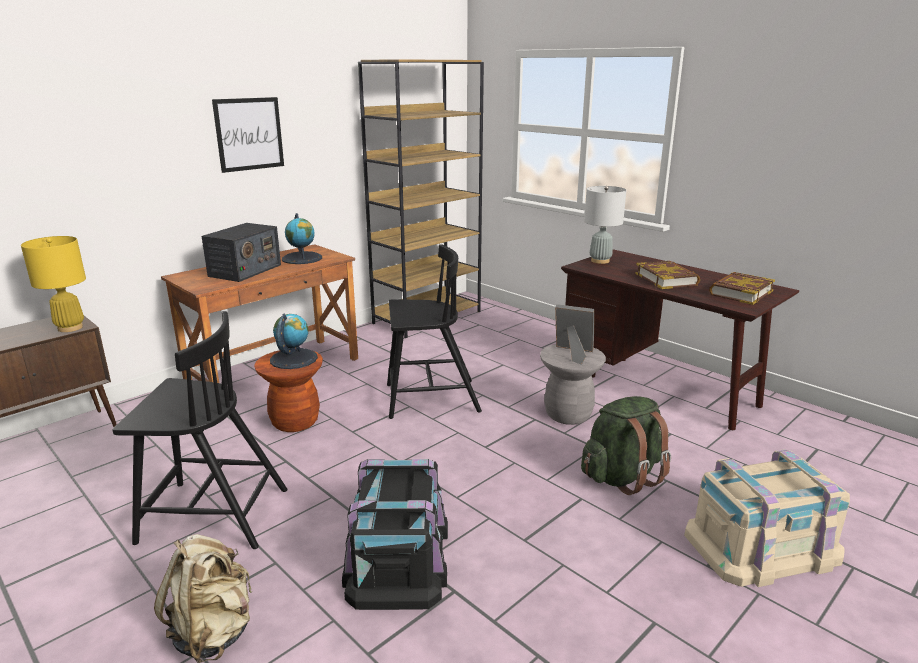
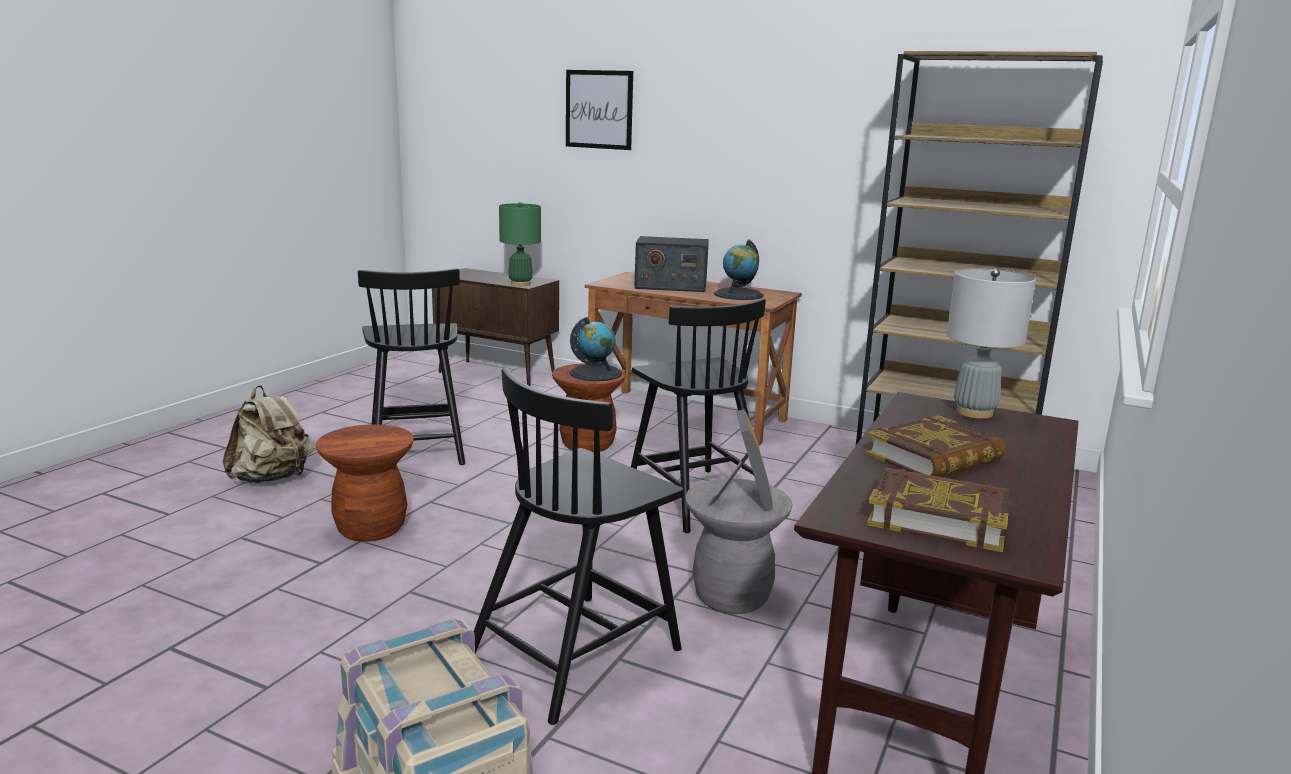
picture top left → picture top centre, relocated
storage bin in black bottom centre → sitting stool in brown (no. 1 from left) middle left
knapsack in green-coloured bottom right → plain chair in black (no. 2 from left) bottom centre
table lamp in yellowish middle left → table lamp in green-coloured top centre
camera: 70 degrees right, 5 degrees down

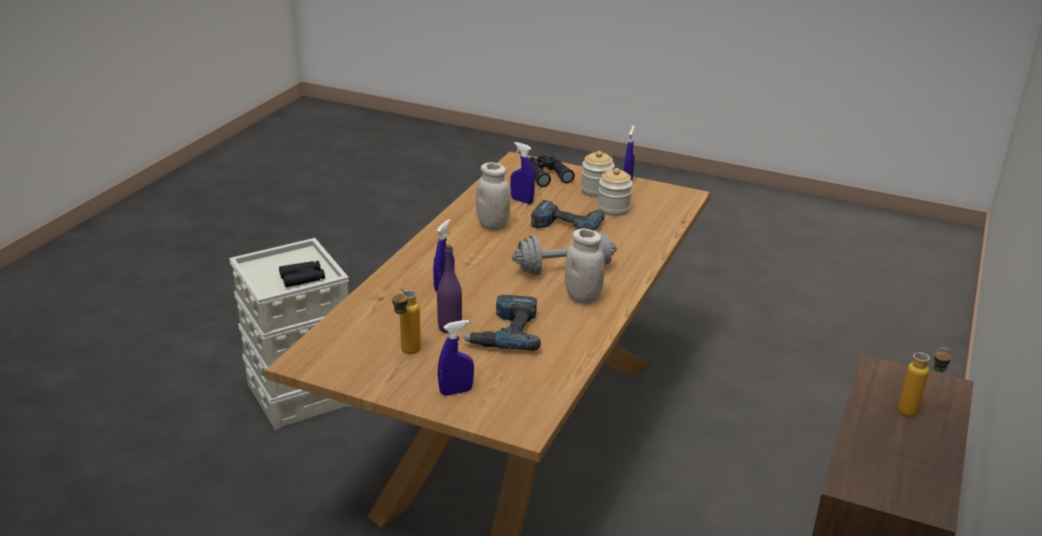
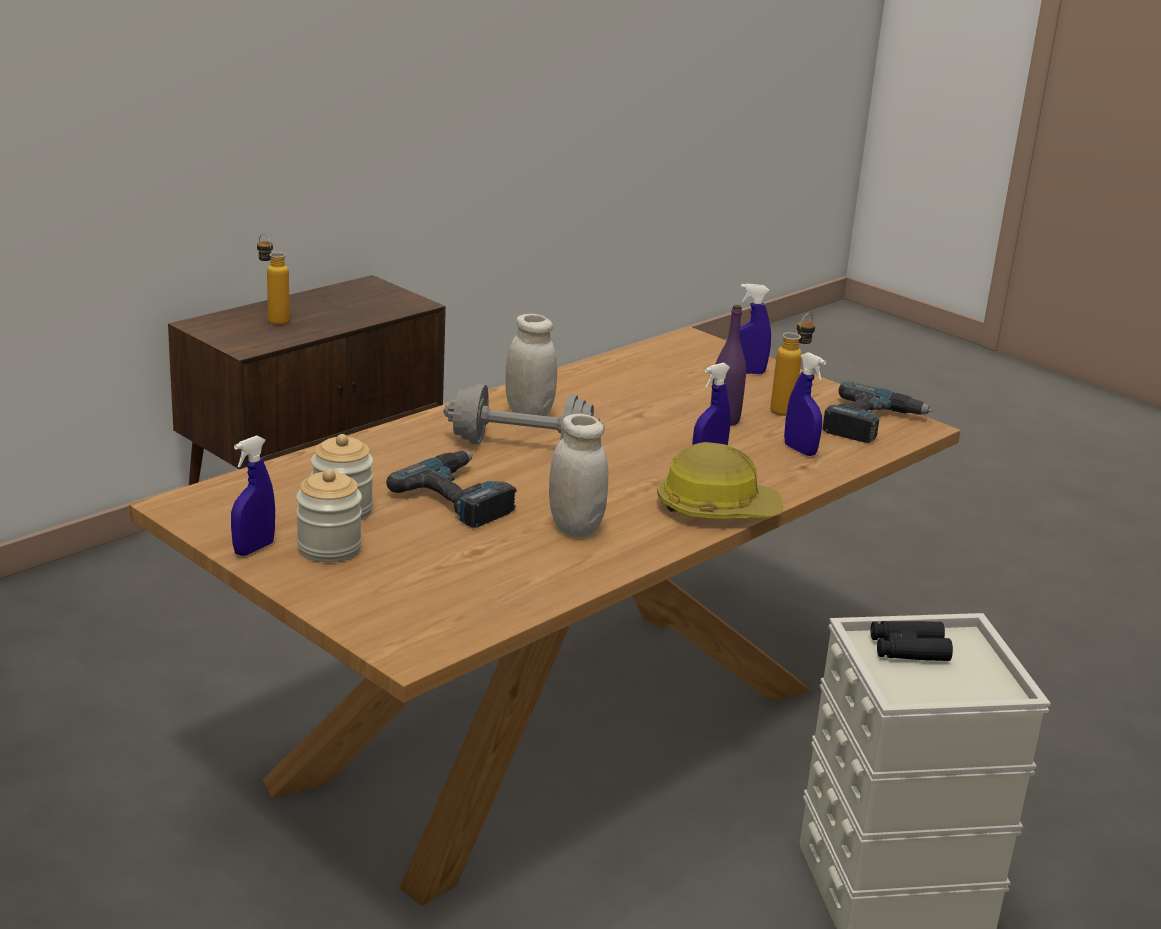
pair of binoculars in black (no. 2 from left) top centre → -
- → hard hat centre
drill (no. 1 from left in the first image) centre → drill (no. 2 from left) middle right, relocated
sprayer in blue (no. 3 from left in the first image) top centre → sprayer in blue (no. 4 from left) middle right, relocated
camera: 160 degrees left, 5 degrees down

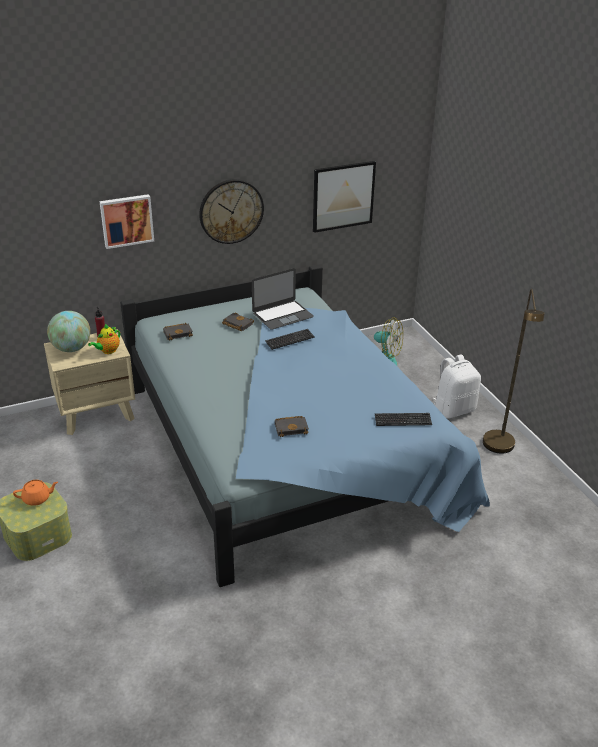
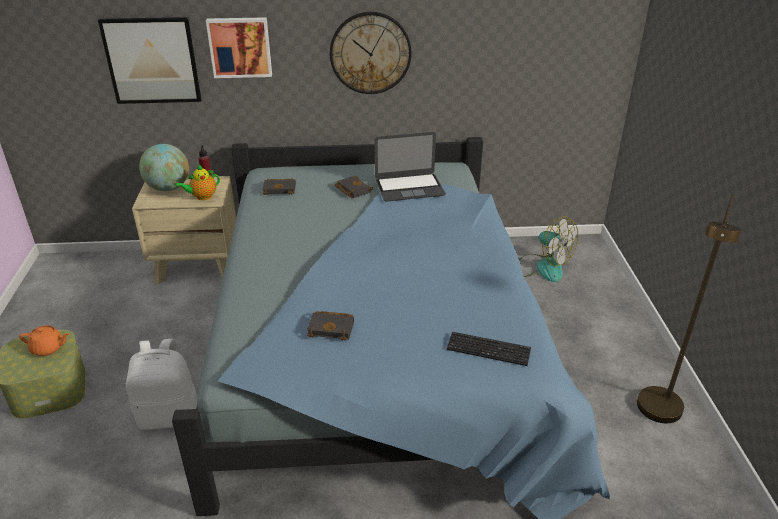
computer keyboard (no. 1 from left) centre → -
picture (no. 2 from left in the first image) top centre → picture (no. 1 from left) top left, relocated
knapsack in whitish middle right → knapsack in whitish bottom left, relocated
camera: 20 degrees right, 0 degrees up

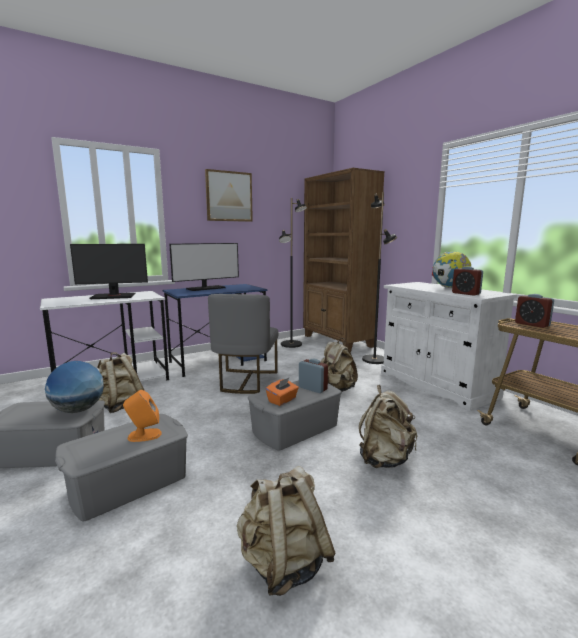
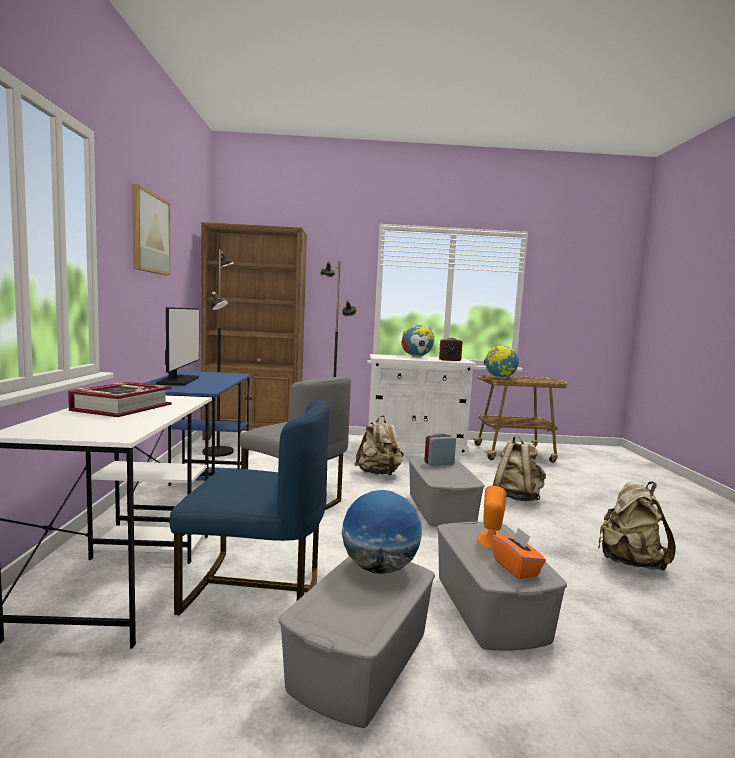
tissue box in orange-coloured centre → tissue box in orange-coloured bottom right, relocated
computer screen (no. 1 from left) middle left → book middle left
knapsack in beige (no. 1 from left) middle left → plain chair in blue bottom centre
table clock (no. 3 from left) middle right → globe (no. 3 from left) middle right
camera: 60 degrees left, 5 degrees down

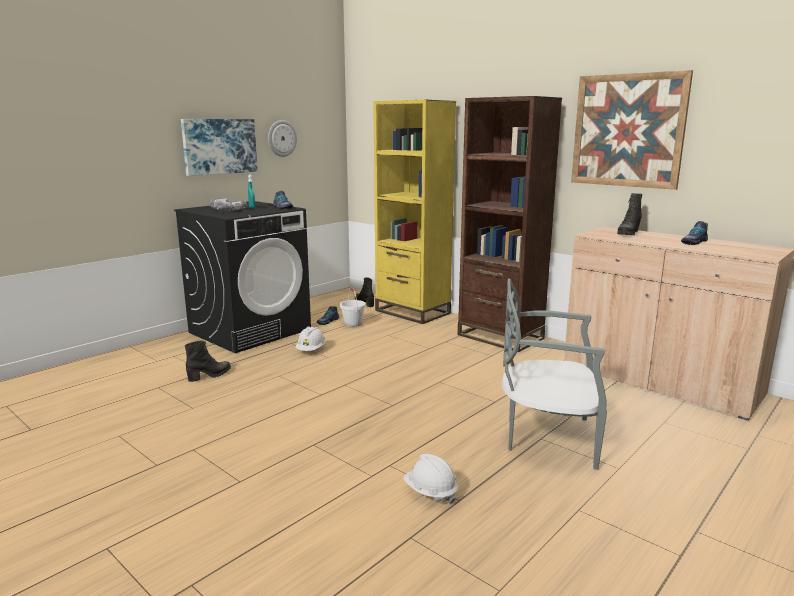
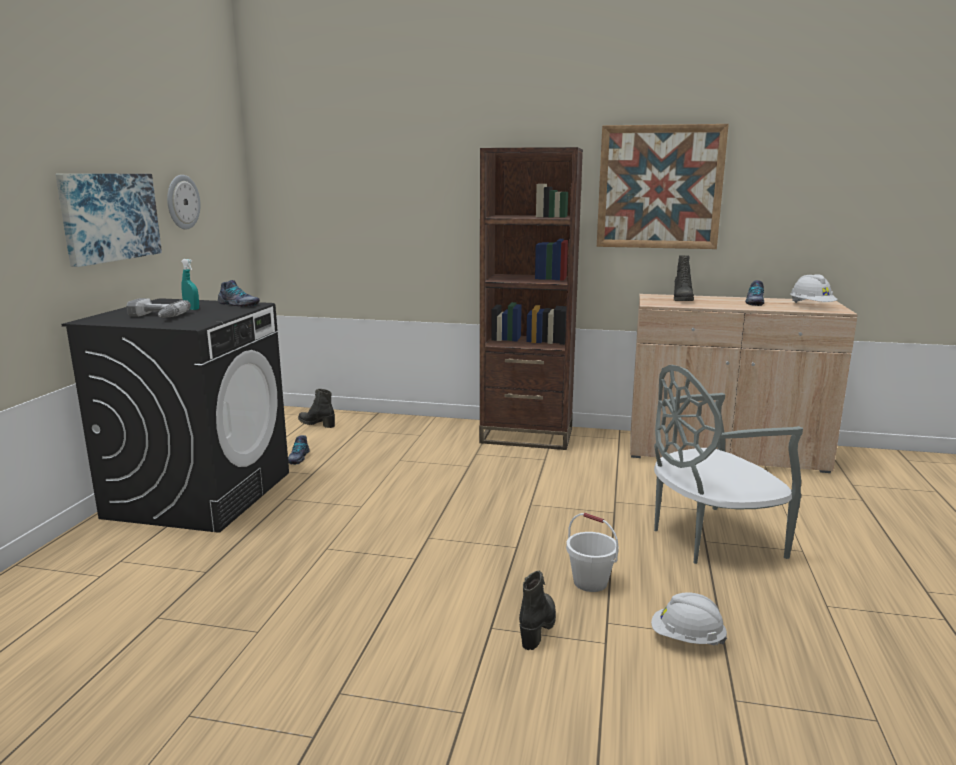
shelving unit in yellowish centre → -
tall boot in black (no. 1 from left in the first image) middle left → tall boot in black (no. 2 from left) bottom centre, relocated
hard hat in whitish (no. 1 from left in the first image) centre → hard hat in whitish (no. 2 from left) middle right, relocated
pail in whitish centre → pail in whitish bottom centre, relocated
camera: 30 degrees left, 0 degrees up

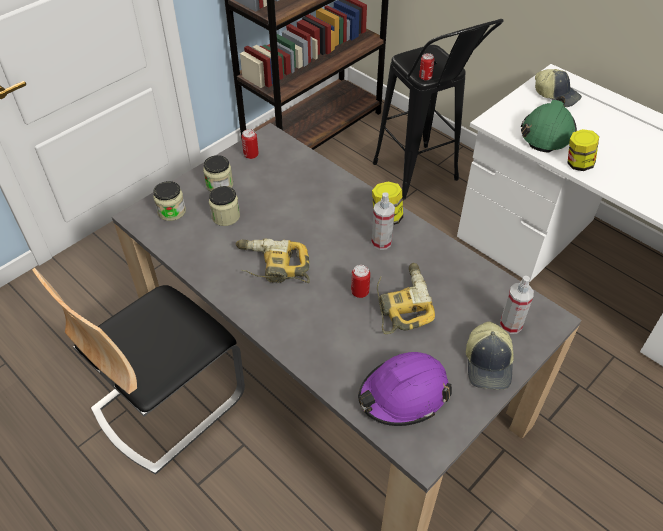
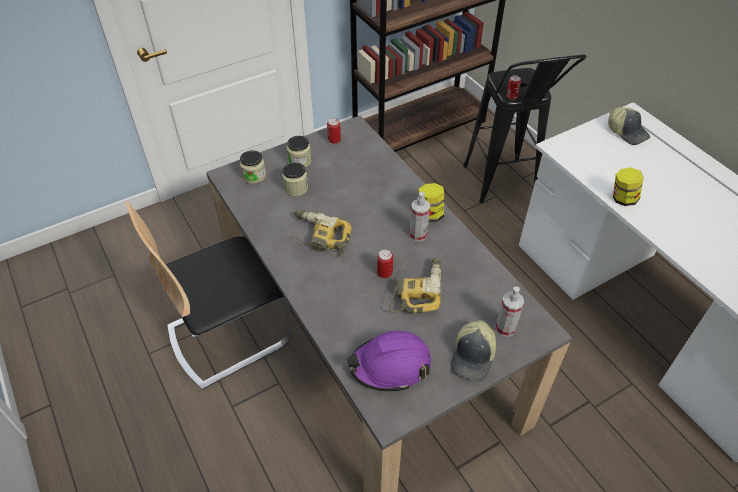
hard hat in green-coloured top right → -
camera: 15 degrees right, 0 degrees up

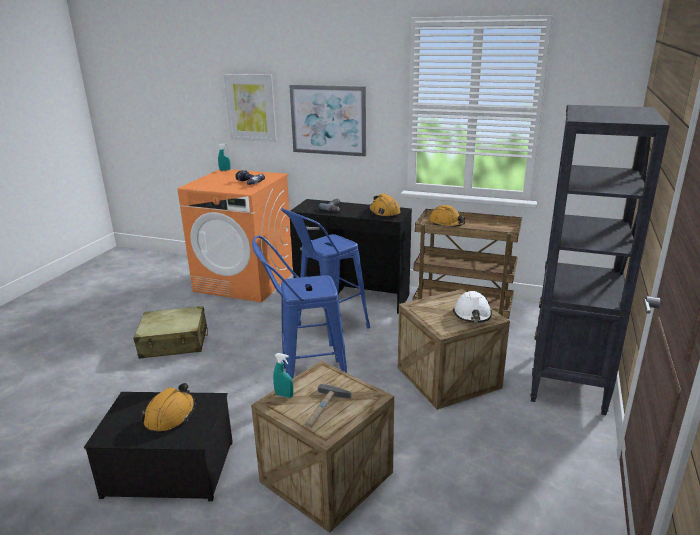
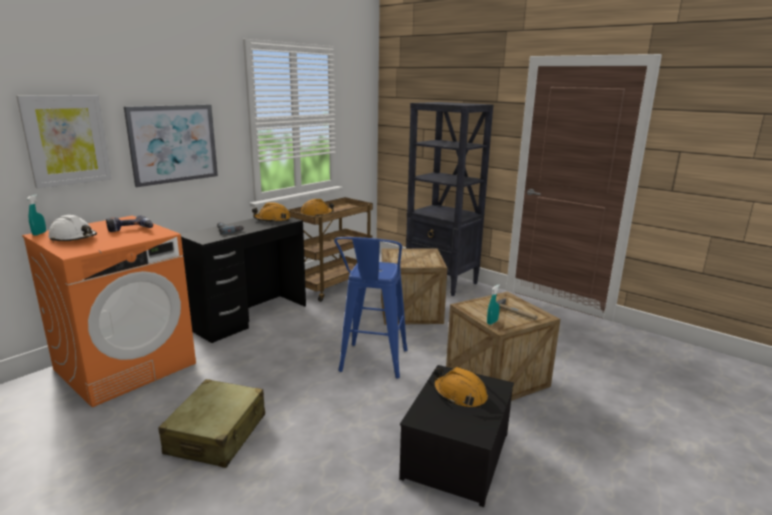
sitting stool in blue (no. 2 from left) centre → -
hard hat in whitish middle right → hard hat in whitish middle left, relocated
camera: 70 degrees left, 5 degrees down

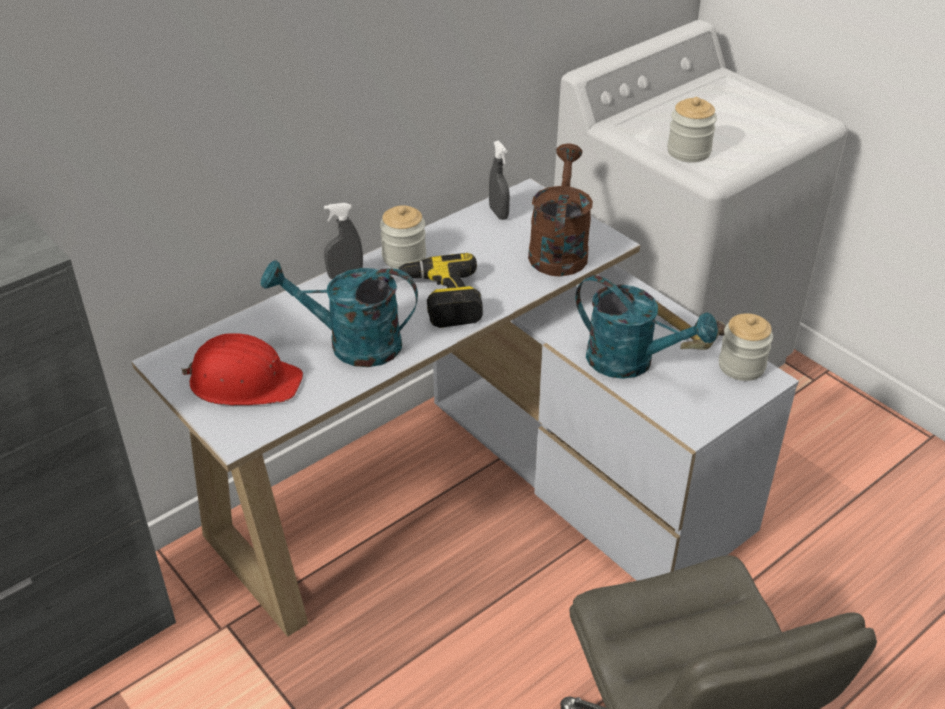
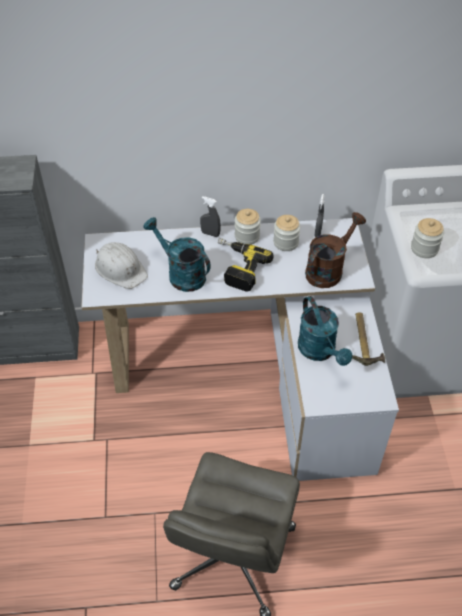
jar (no. 3 from left in the first image) middle right → jar (no. 2 from left) centre, relocated
hard hat in red-coloured middle left → hard hat in whitish middle left
camera: 35 degrees right, 10 degrees up

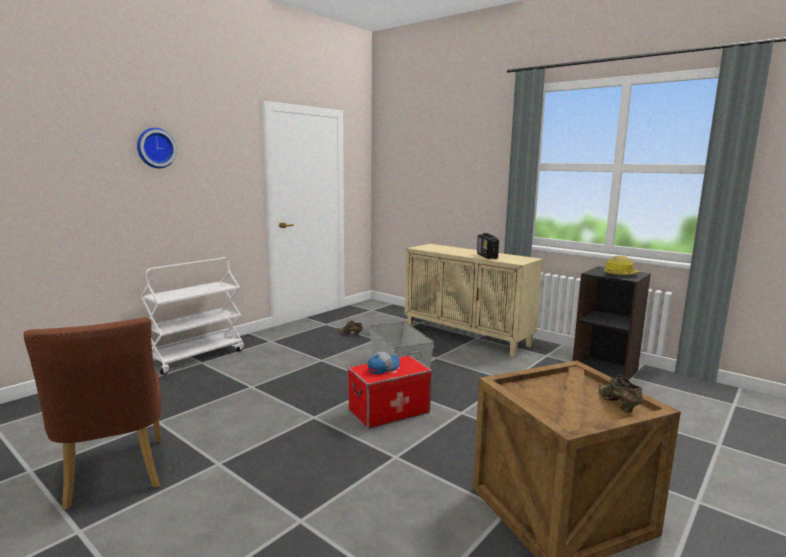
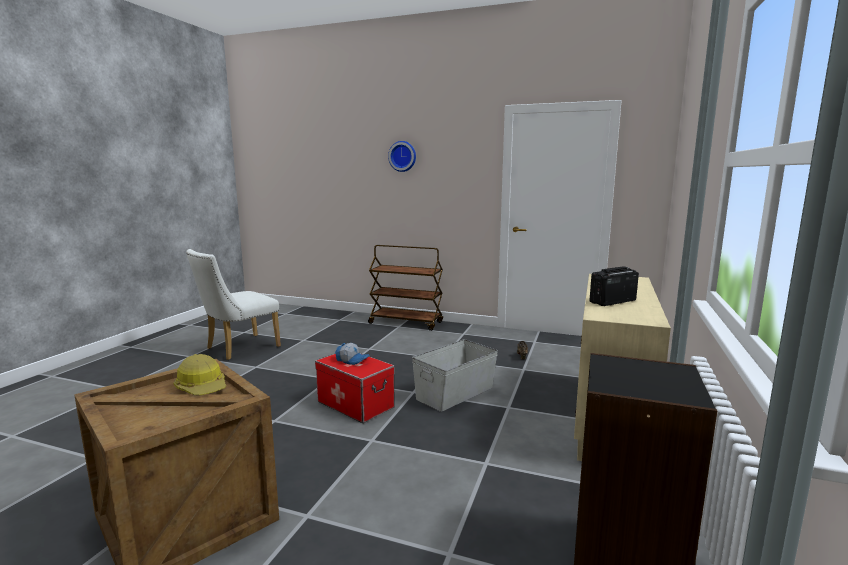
shoe in brown (no. 2 from left) bottom right → -
hard hat middle right → hard hat middle left, relocated
plain chair in brown bottom left → plain chair in whitish middle left
wheeled cart in whitish middle left → wheeled cart in brown centre
camera: 70 degrees right, 0 degrees up

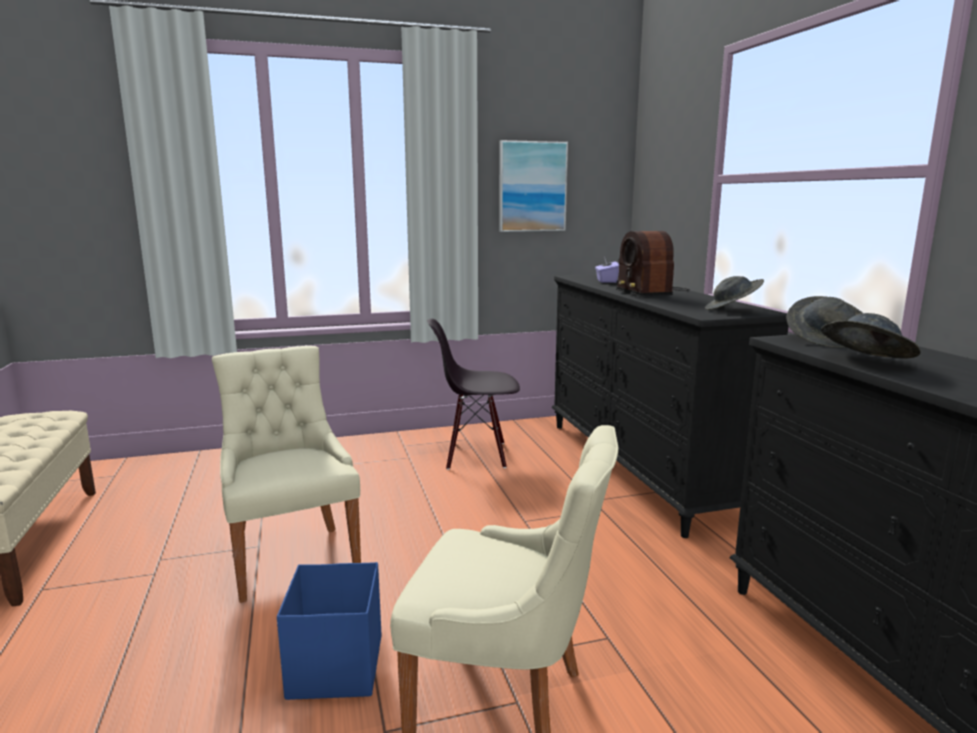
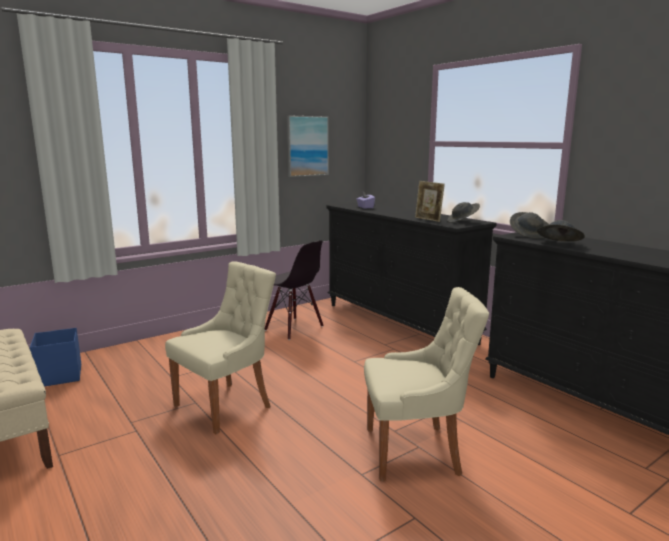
radio set middle right → -
- → picture frame centre
storage bin in blue bottom centre → storage bin in blue middle left, relocated
plain chair in beige (no. 1 from left) middle left, 90 degrees clockwise
plain chair in black centre, 120 degrees counterclockwise
camera: 20 degrees left, 0 degrees up

